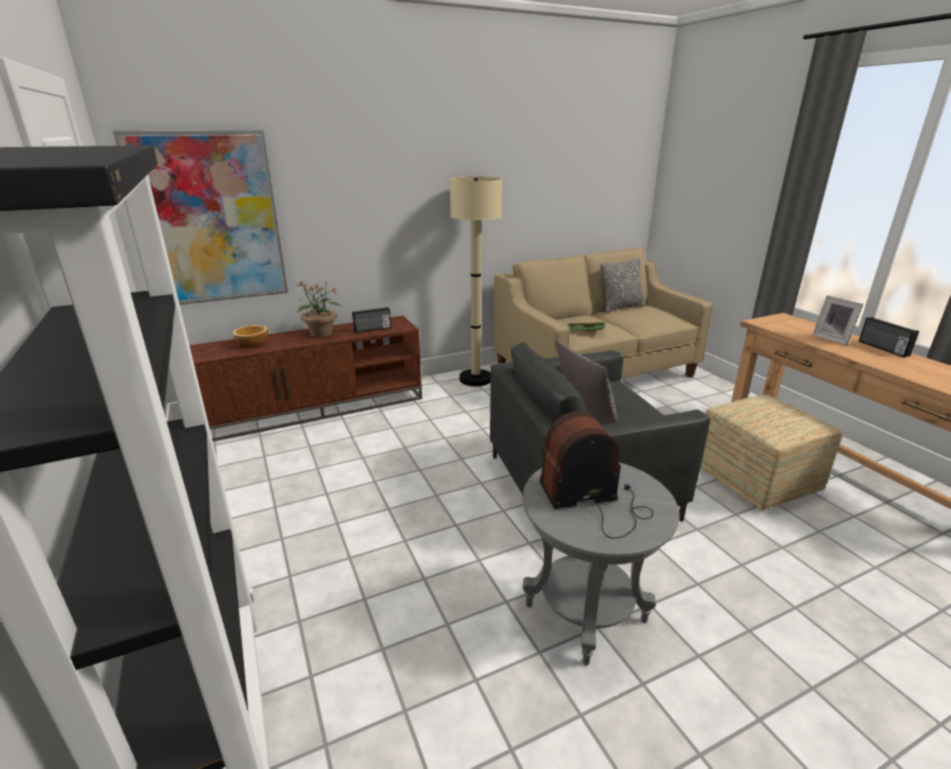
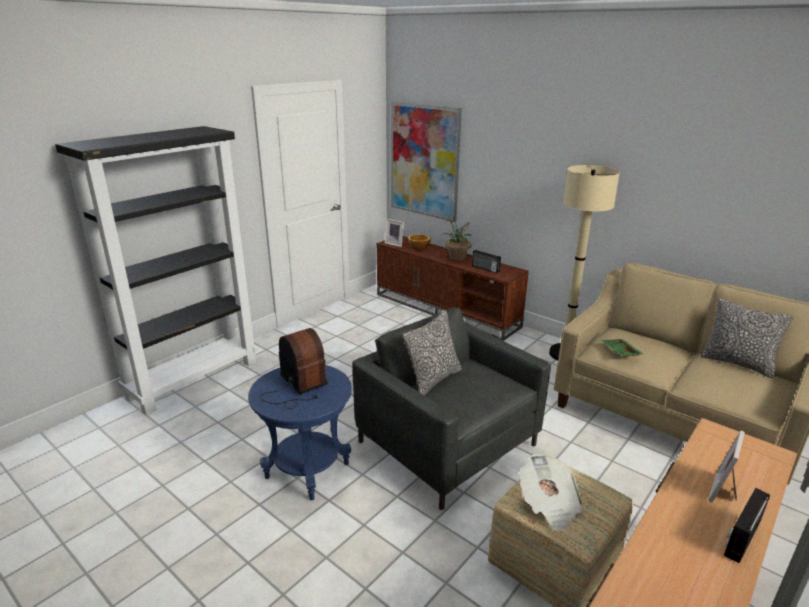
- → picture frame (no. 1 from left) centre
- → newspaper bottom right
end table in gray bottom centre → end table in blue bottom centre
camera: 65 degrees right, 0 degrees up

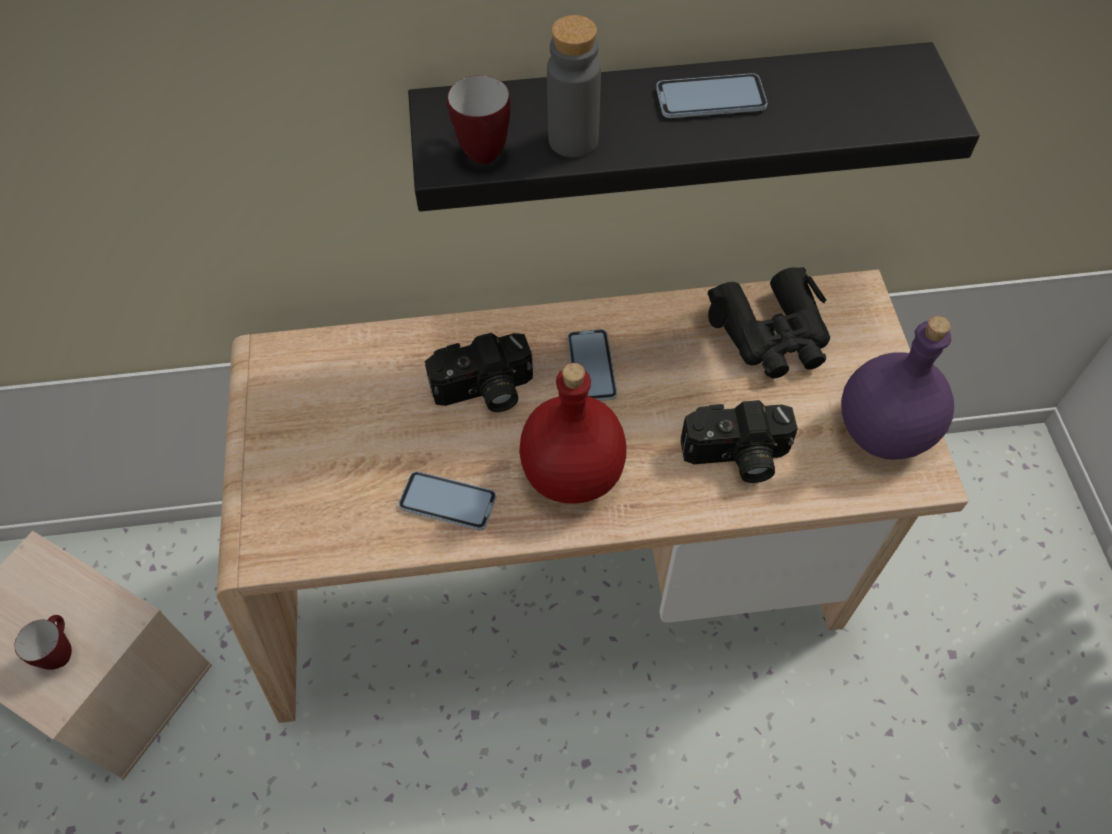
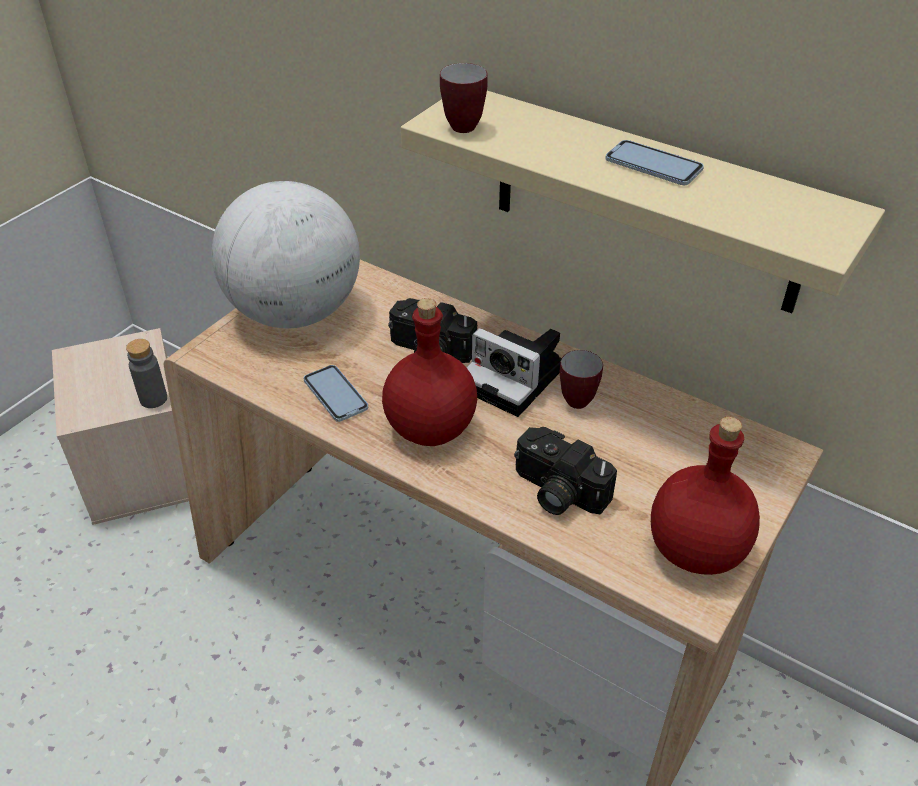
pair of binoculars in black middle right → -
- → globe top left
tea mug (no. 1 from left in the first image) bottom left → tea mug (no. 2 from left) centre, relocated
drink bottle in gray top centre → drink bottle in gray middle left, relocated
phone (no. 2 from left) centre → photo camera (no. 2 from left) centre
shelf in black top centre → shelf in beige top right
drink bottle in purple middle right → drink bottle in red-coloured (no. 2 from left) middle right
camera: 40 degrees right, 15 degrees down

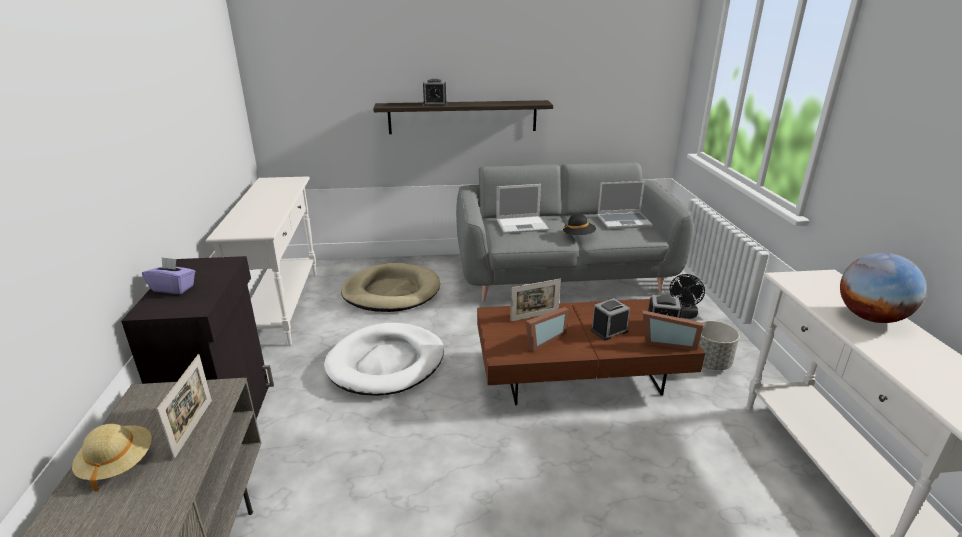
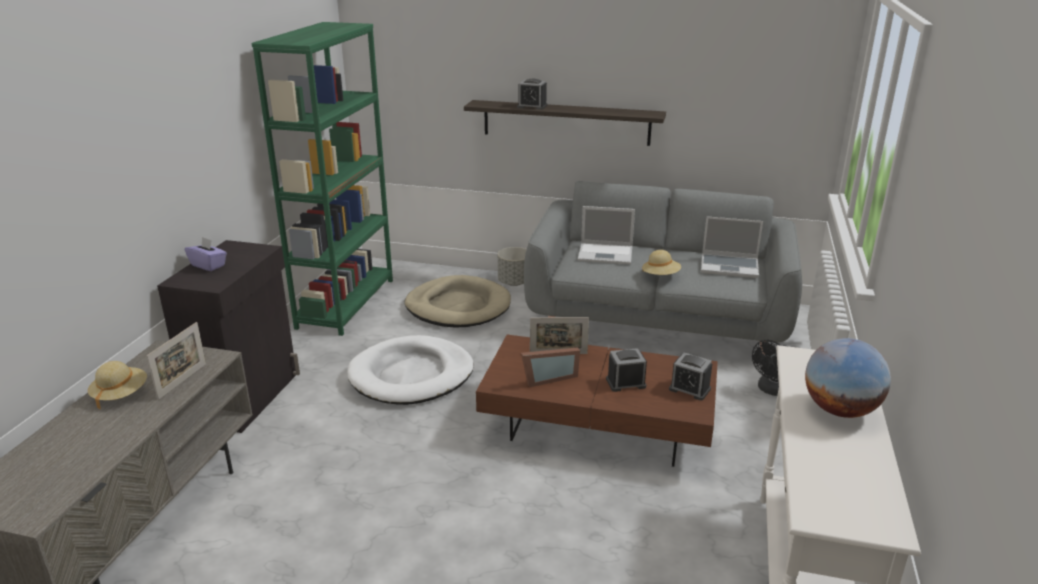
picture frame (no. 4 from left) middle right → -
plant pot in gray middle right → plant pot in gray centre, relocated
narrow table in whitish (no. 1 from left) middle left → shelving unit in green-coloured top left
clothing hat in black centre → clothing hat in beige (no. 2 from left) centre
camera: 20 degrees right, 0 degrees up

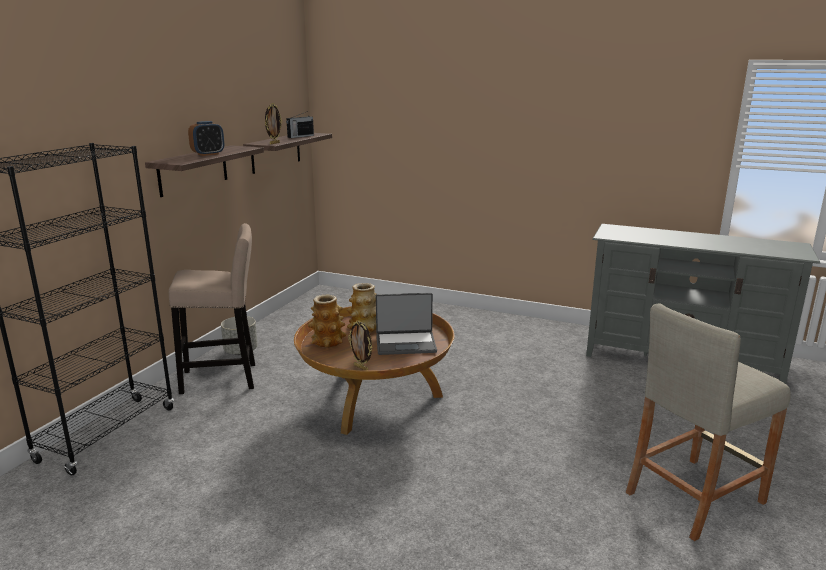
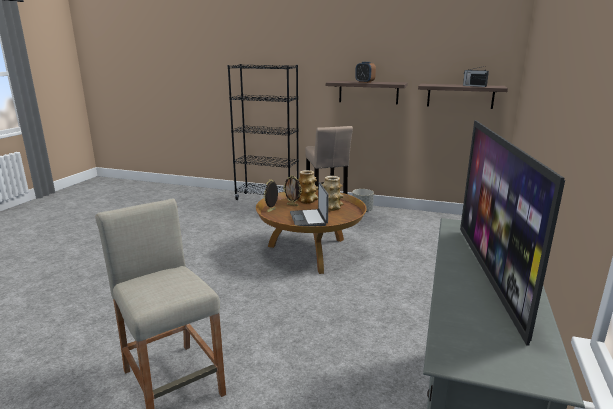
- → television middle right
picture frame (no. 1 from left in the first image) top left → picture frame (no. 2 from left) centre, relocated
camera: 85 degrees right, 0 degrees up

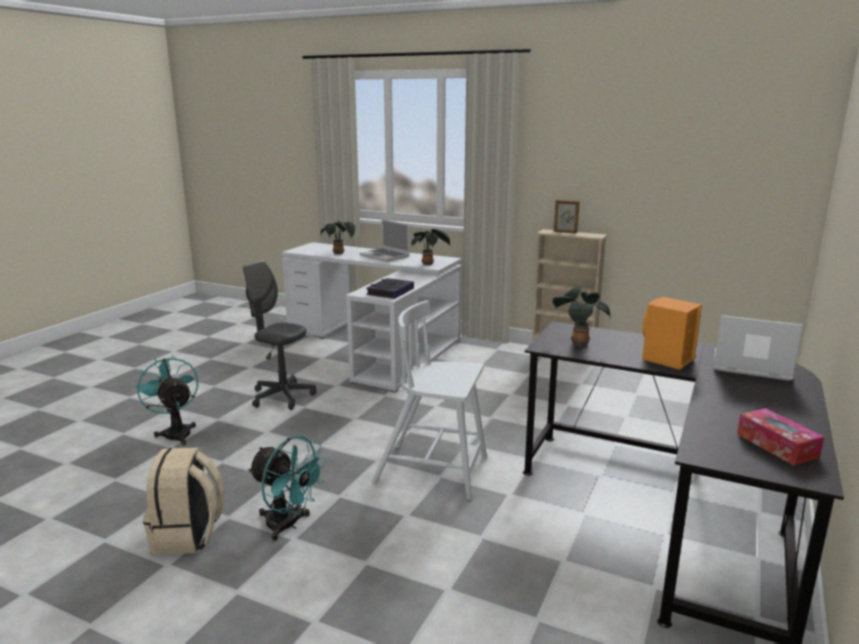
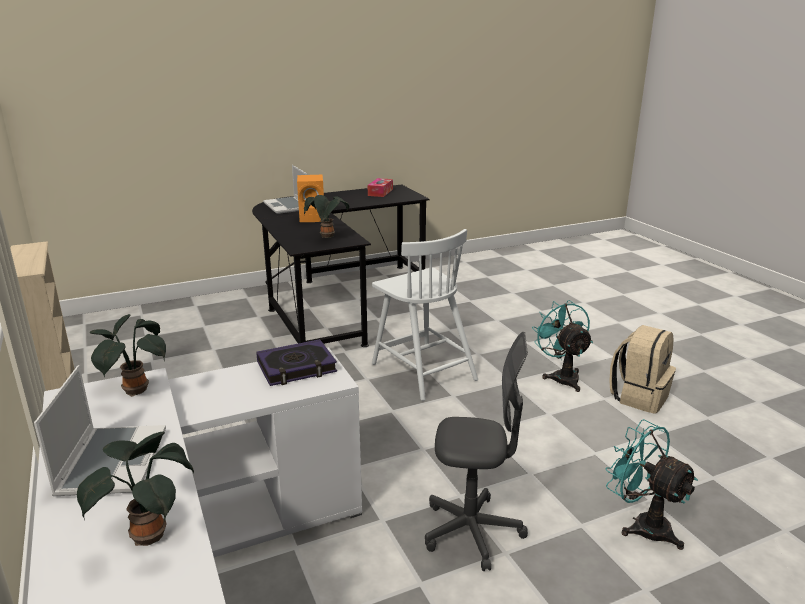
picture frame centre → -
cooling fan in turquoise-coloured (no. 1 from left in the first image) middle left → cooling fan in turquoise-coloured (no. 2 from left) bottom right, 135 degrees clockwise
office chair in gray middle left → office chair in gray bottom centre, 60 degrees counterclockwise
camera: 140 degrees left, 5 degrees up

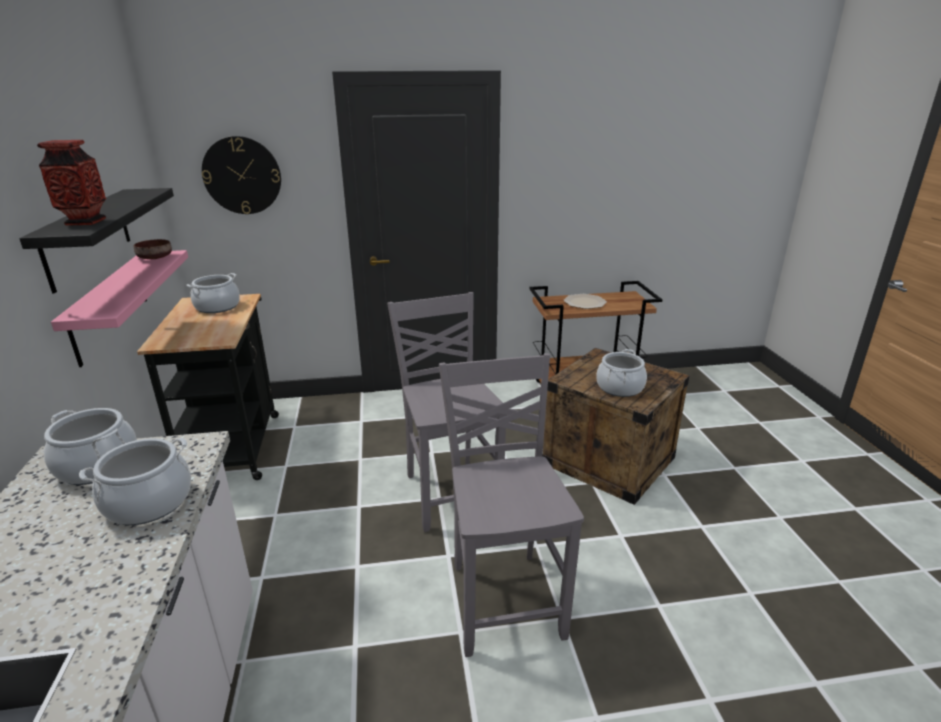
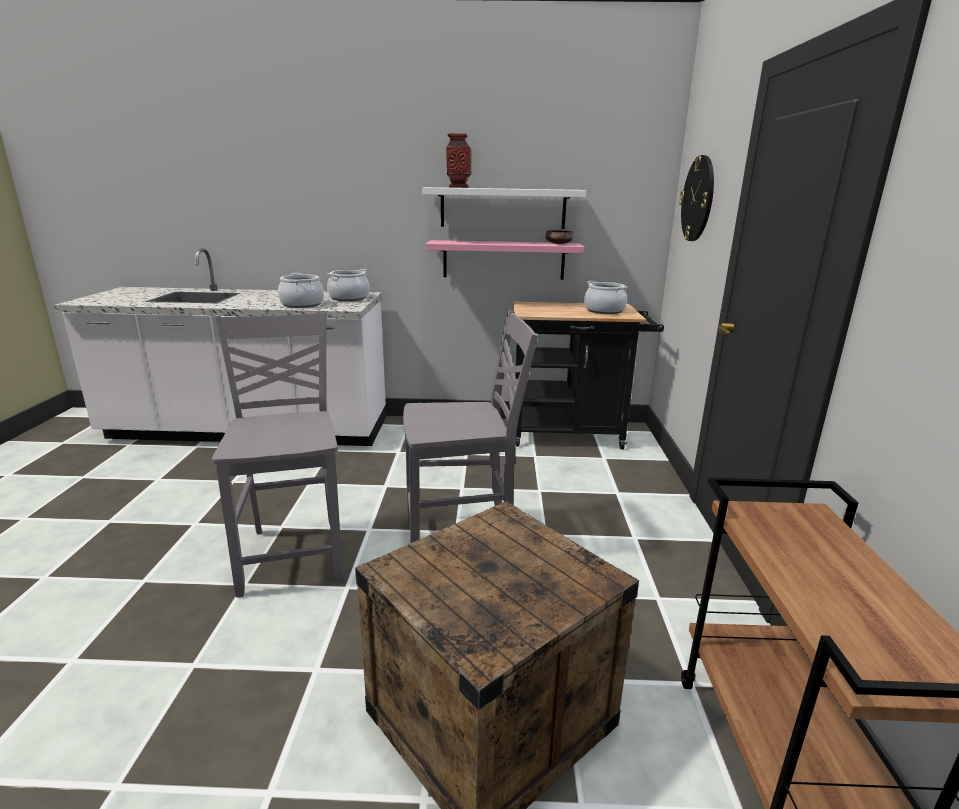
flat dish centre → -
stockpot (no. 4 from left) centre → -
shelf in black middle left → shelf in whitish top centre
plain chair in gray (no. 2 from left in the first image) bottom centre → plain chair in gray (no. 1 from left) middle left, 105 degrees counterclockwise
camera: 100 degrees right, 5 degrees down

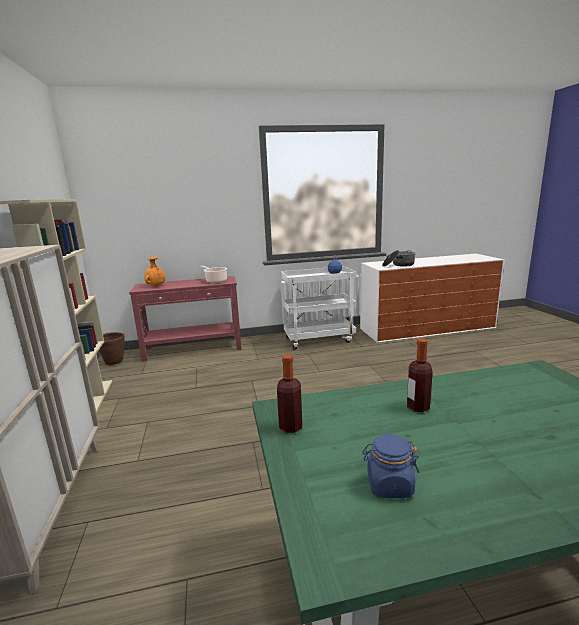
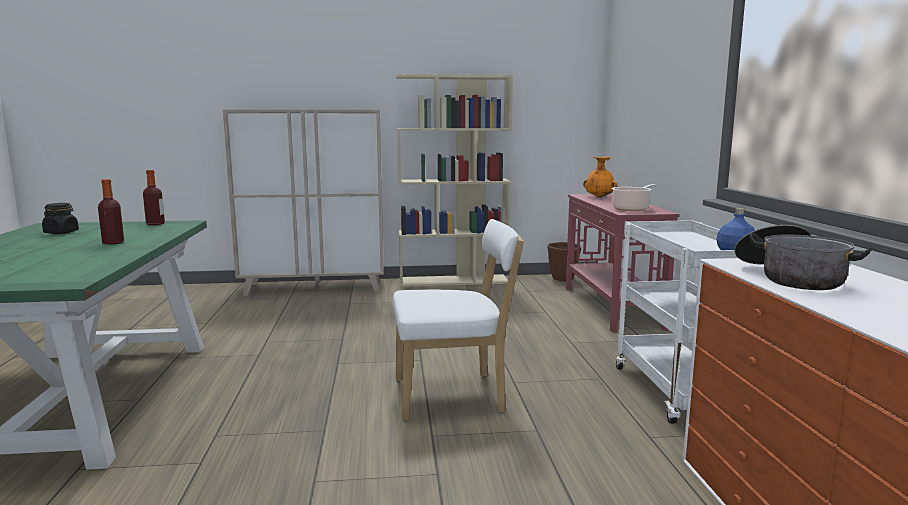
- → plain chair in whitish centre
jar in blue bottom right → jar in black middle left
camera: 95 degrees right, 5 degrees down

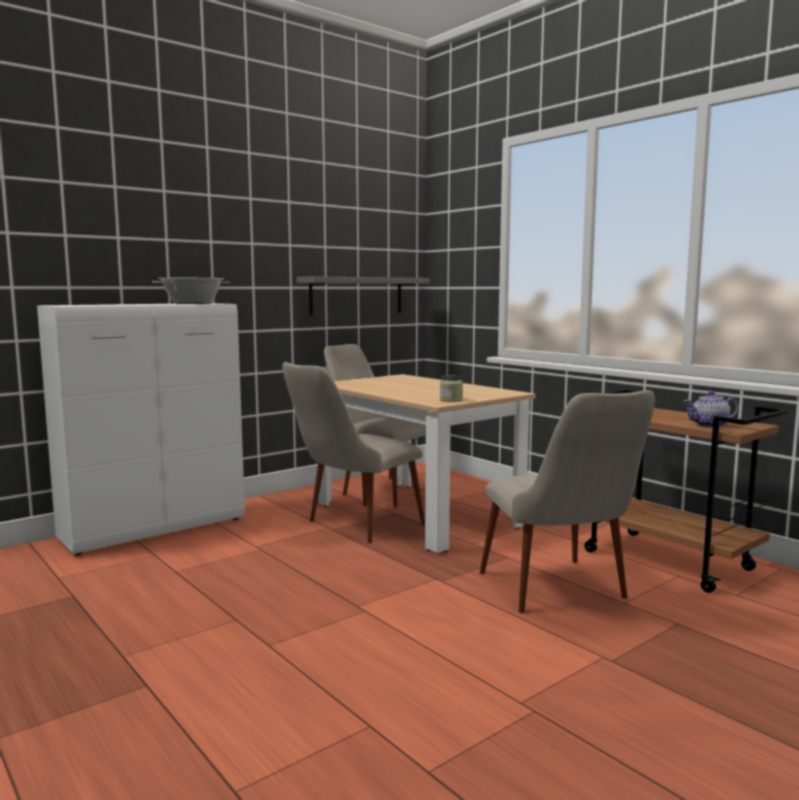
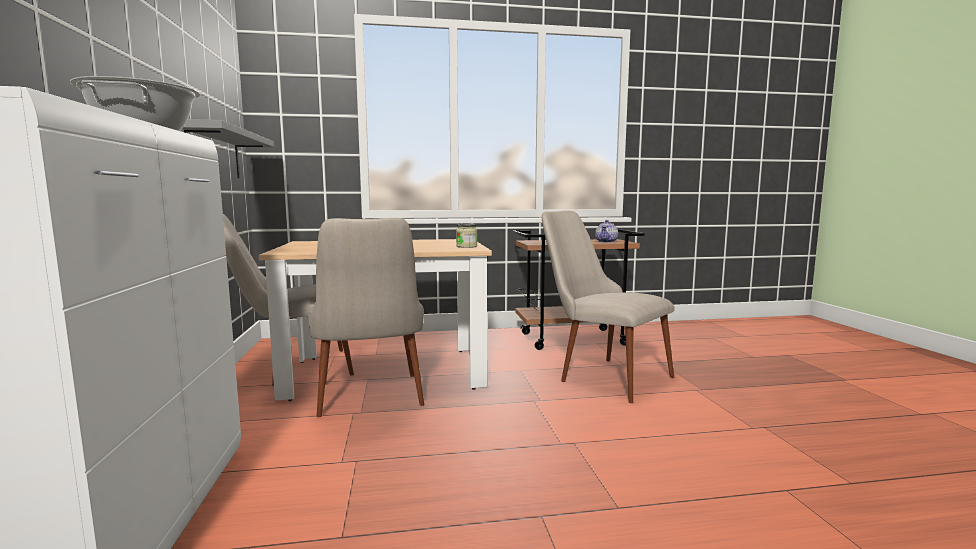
plain chair in beige (no. 3 from left) middle right → plain chair in beige (no. 3 from left) centre, 150 degrees counterclockwise
camera: 60 degrees left, 0 degrees up

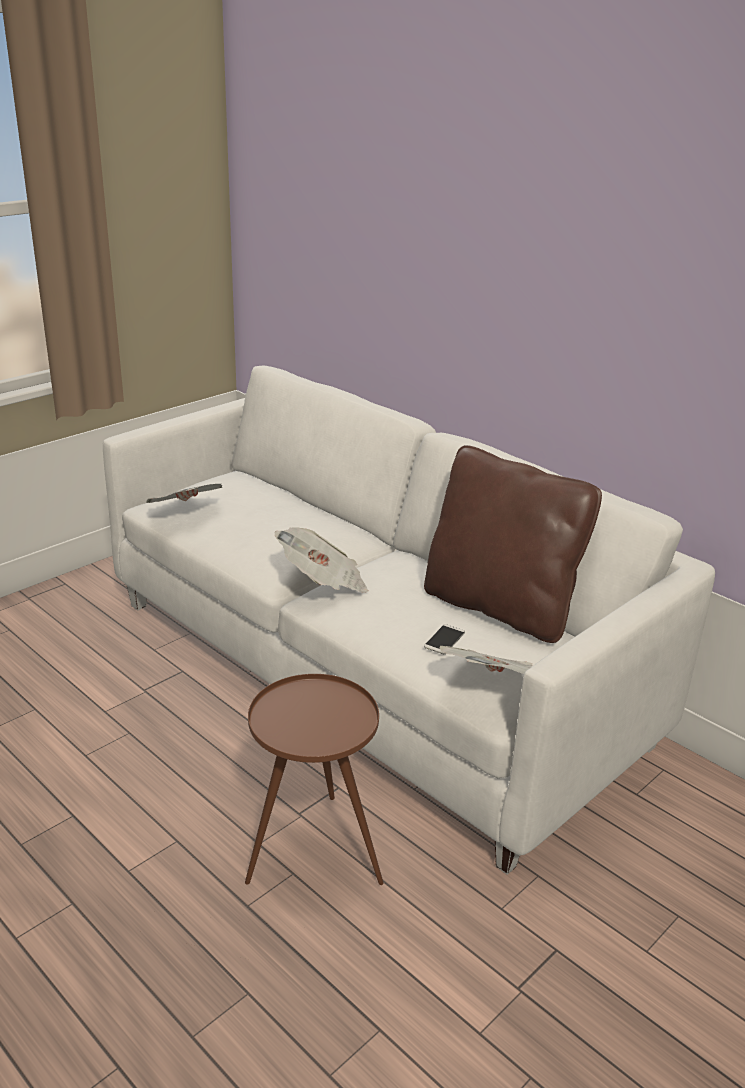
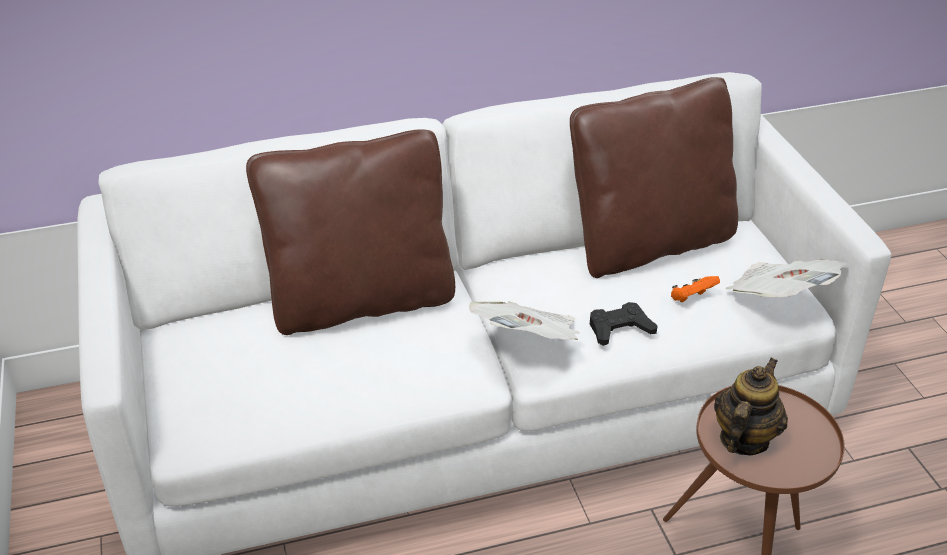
newspaper (no. 1 from left) middle left → -
- → cushion in brown (no. 1 from left) centre
- → game controller in black centre
- → tea pot bottom right
phone centre → game controller in orange-coloured middle right
camera: 60 degrees left, 10 degrees up

